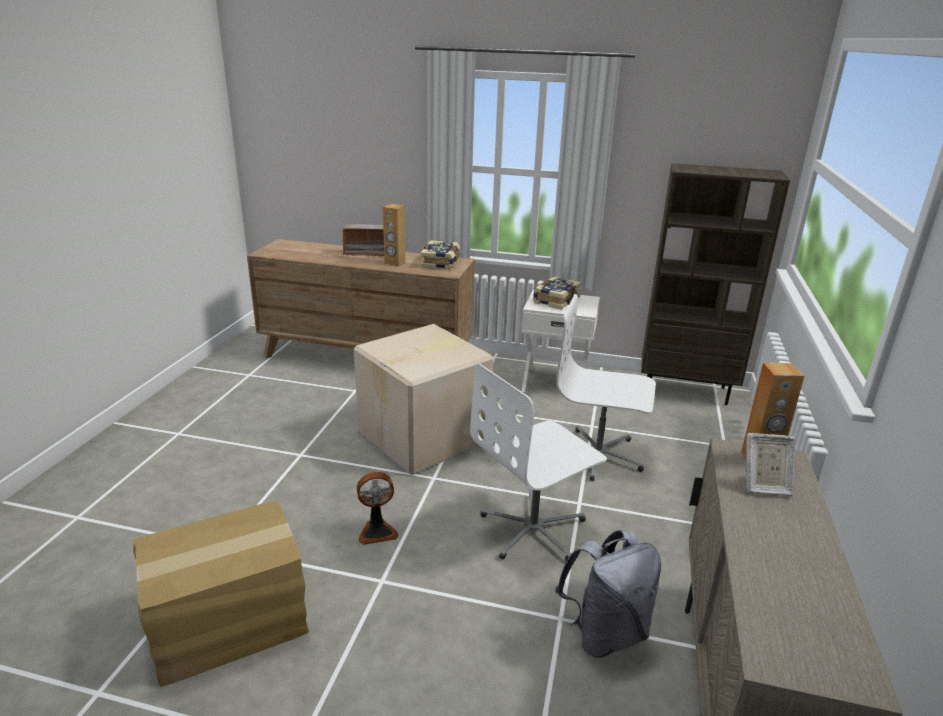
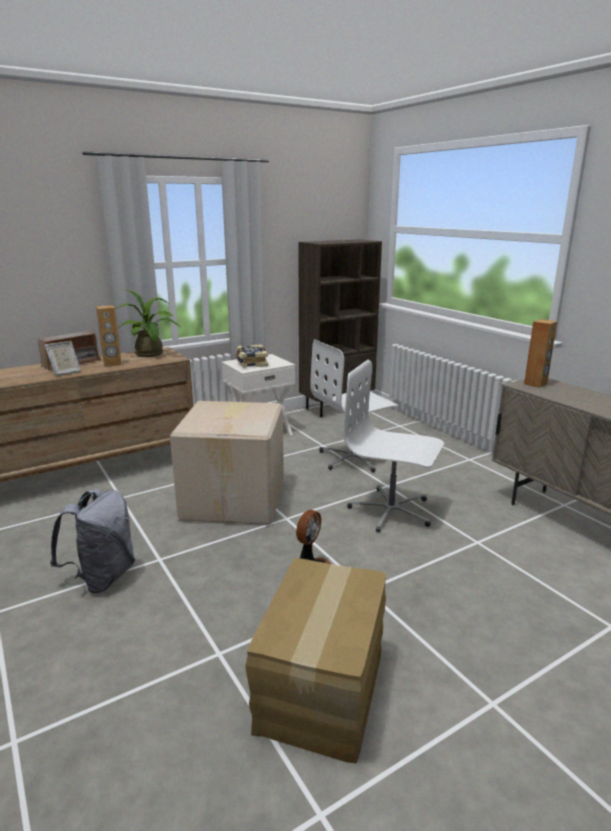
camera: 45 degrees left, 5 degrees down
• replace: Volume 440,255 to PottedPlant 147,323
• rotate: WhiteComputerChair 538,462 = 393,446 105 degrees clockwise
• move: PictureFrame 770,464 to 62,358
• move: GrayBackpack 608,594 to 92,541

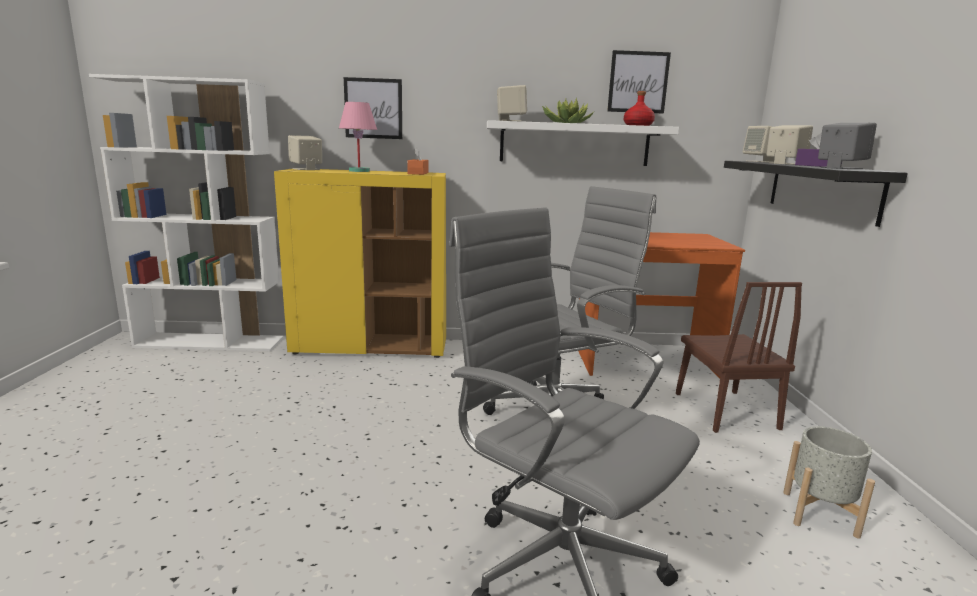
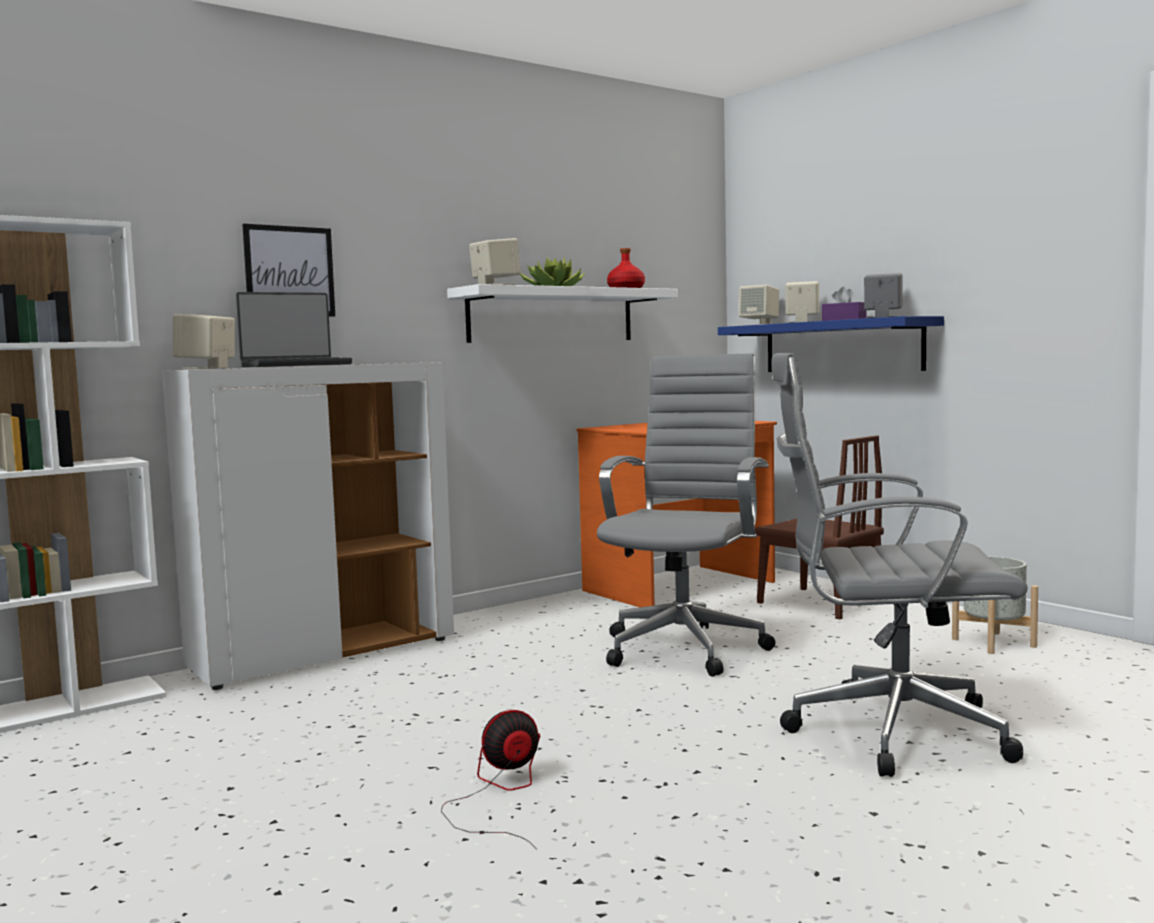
camera: 35 degrees left, 10 degrees down
• delete: WallPicture 639,81
• replace: PinkColouredLampForATable 358,137 to Laptop 294,329
• delete: OrangeyTissueBox 418,161
• recolor: BlackWallShelf 816,194 to BlueColouredWallShelf 831,344
• recolor: YellowishCabinet 360,263 to WhiteCabinet 308,526
• insert: ElectricFan 490,780

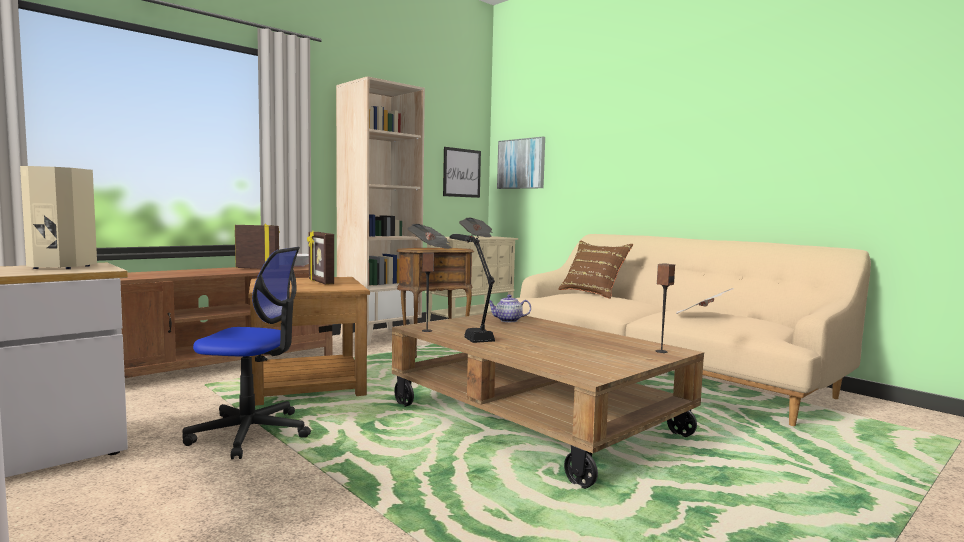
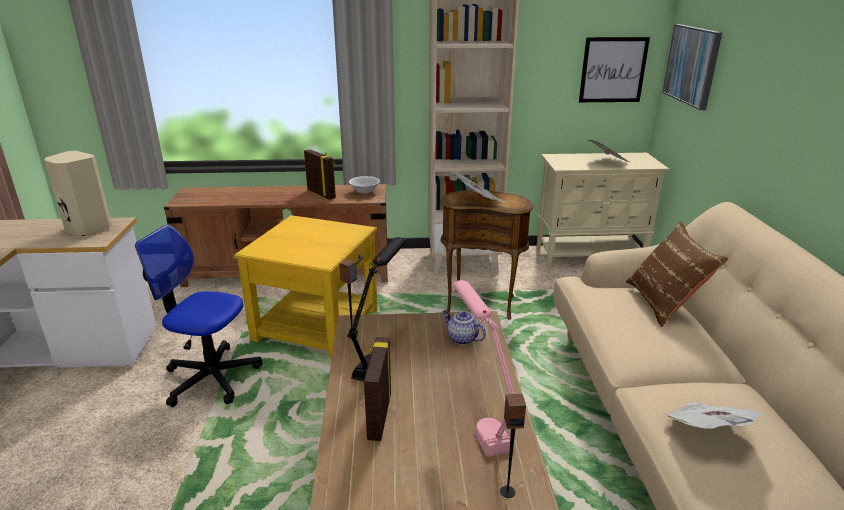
camera: 40 degrees right, 20 degrees up
• move: PictureFrame 320,258 to 377,389
• rotate: ComputerChair 246,353 = 199,316 150 degrees clockwise
• recolor: BrownEndTable 309,341 to YellowishEndTable 305,286
• insert: PinkColouredLampForATable 484,368

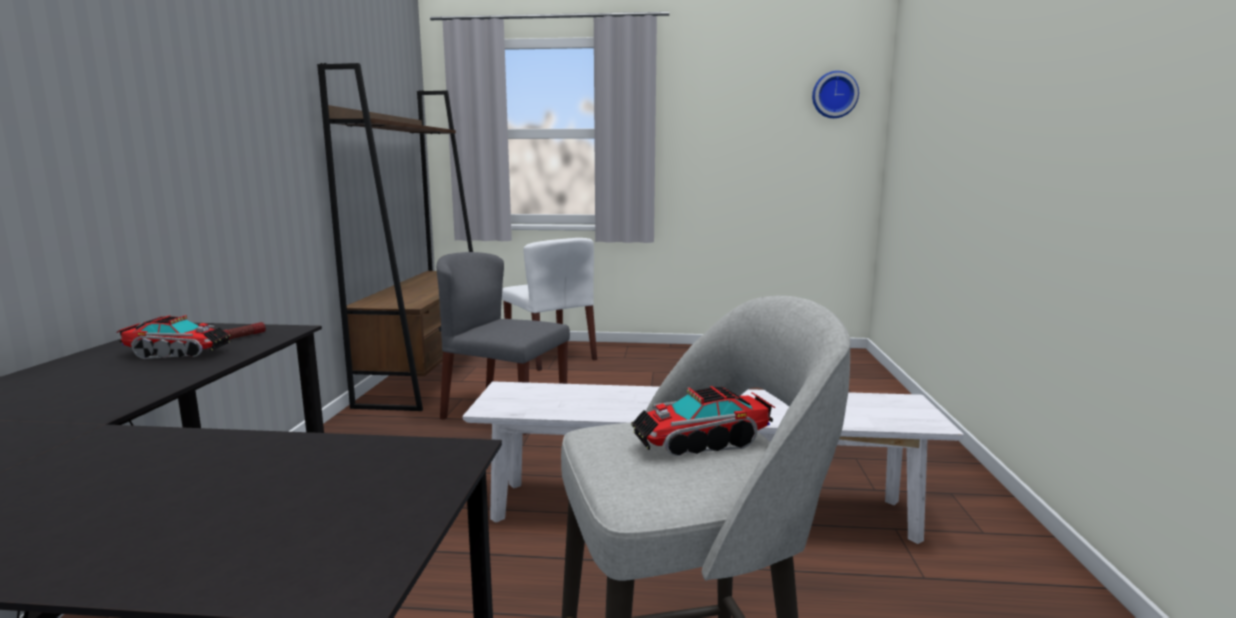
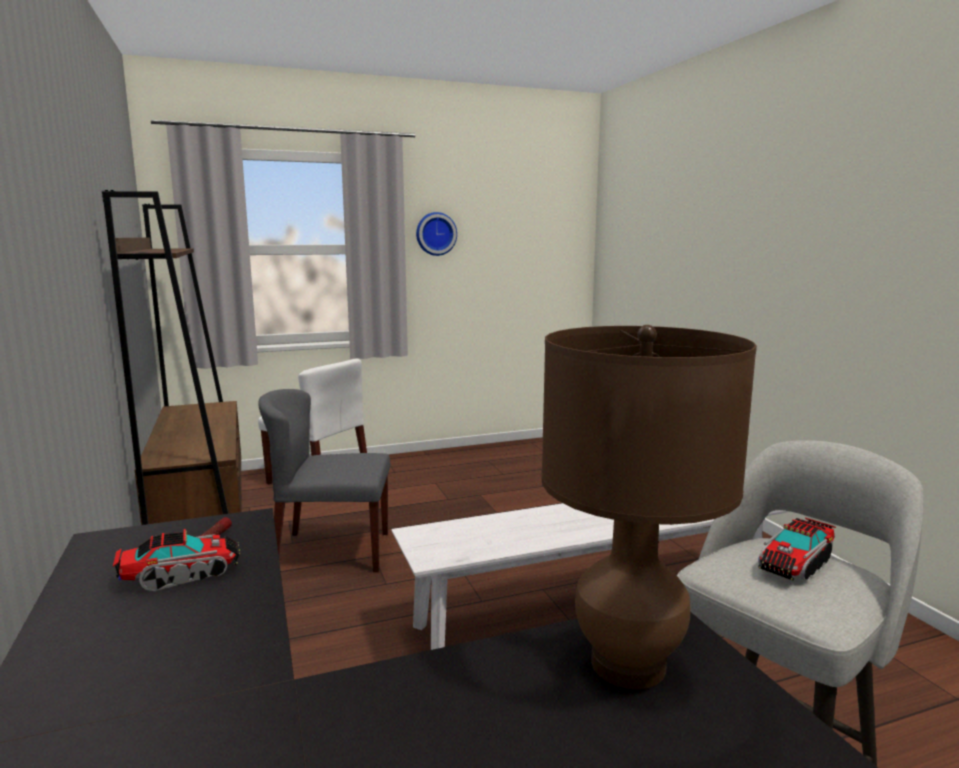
camera: 25 degrees left, 0 degrees up
• move: WallClock 835,94 to 436,234
• insert: BrownLampForATable 649,507

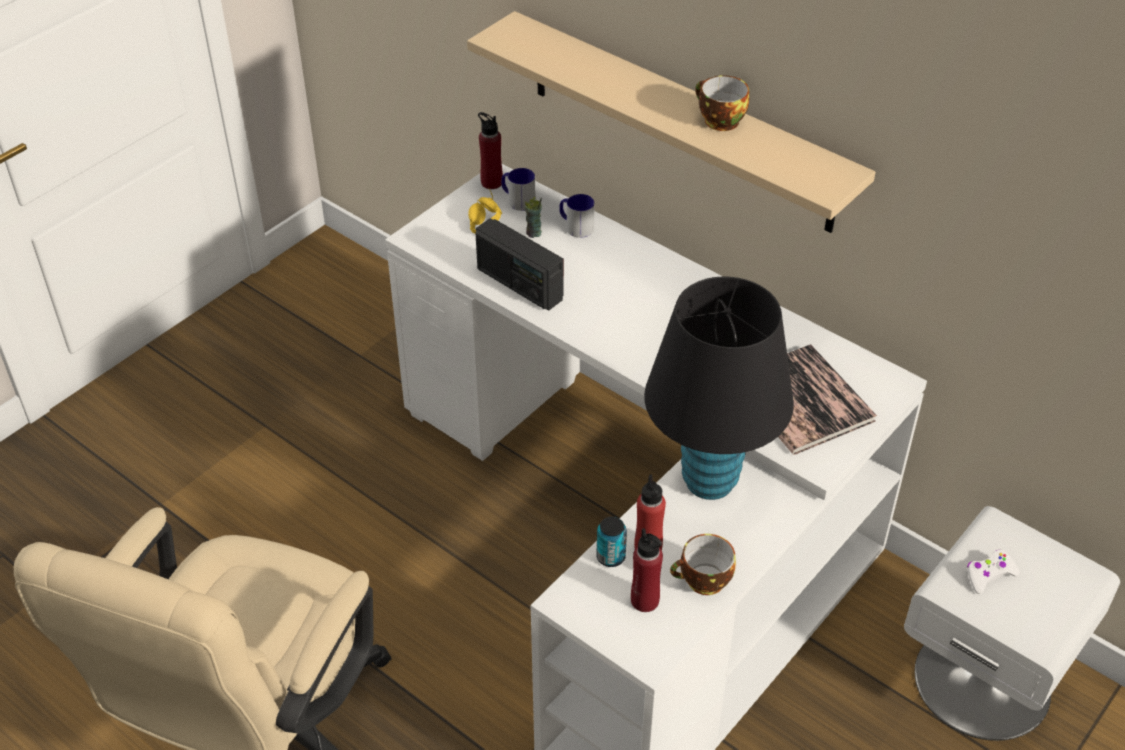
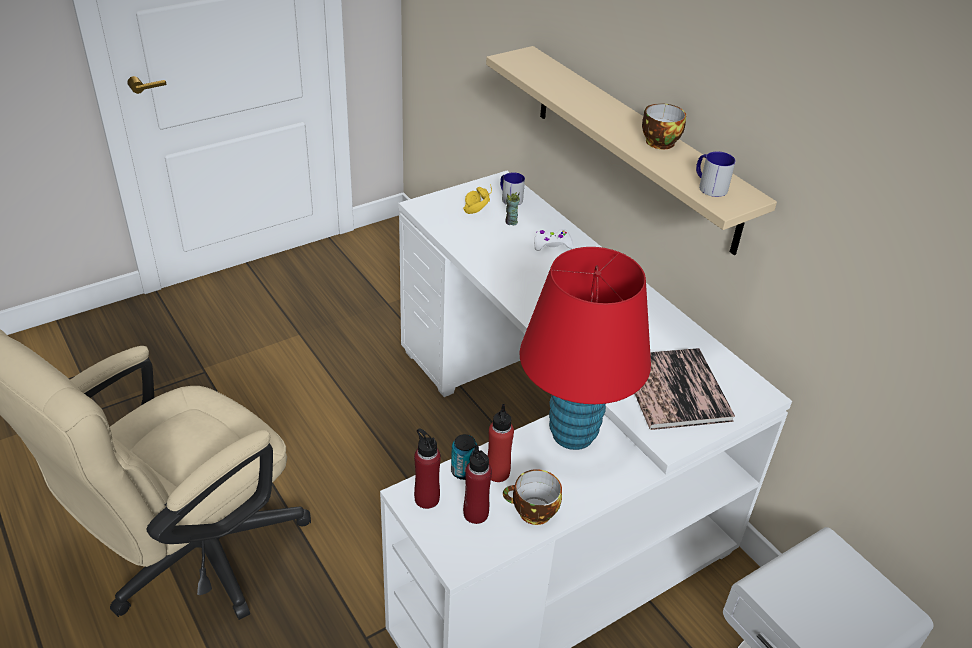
camera: 15 degrees right, 5 degrees down
• move: ReddishDrinkBottle 490,150 to 427,468
• move: Mug 577,216 to 716,174
• delete: Radio 519,264
• recolor: BlackLampForATable 719,388 to ReddishLampForATable 585,348
• move: WhiteGameController 993,572 to 554,240

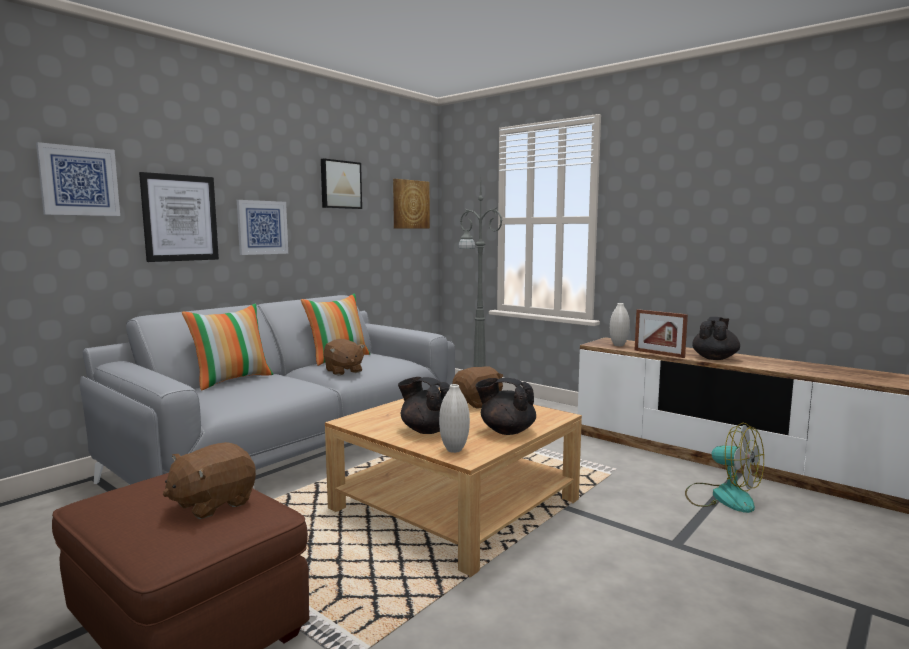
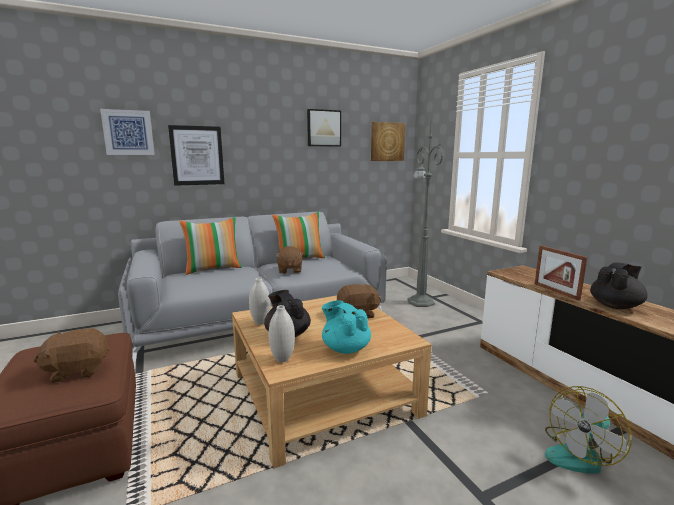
camera: 25 degrees right, 5 degrees up
• delete: WallPicture 262,227
• move: WhiteVase 620,324 to 260,301
• recolor: BlackTeapot 506,406 to BlueGreenTeapot 346,327
• rotate: ElectricFan 724,468 = 588,429 75 degrees clockwise

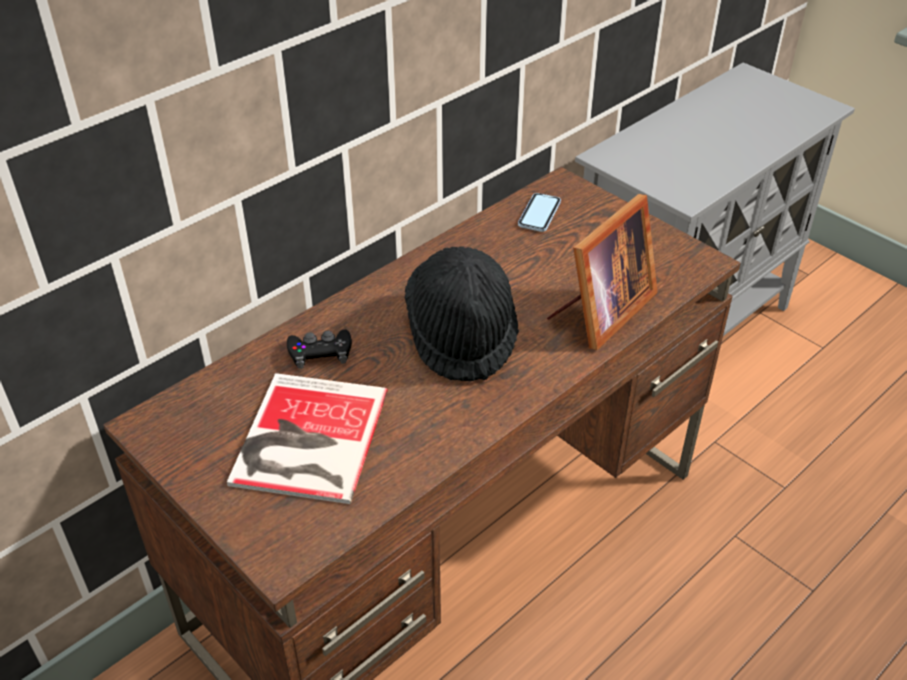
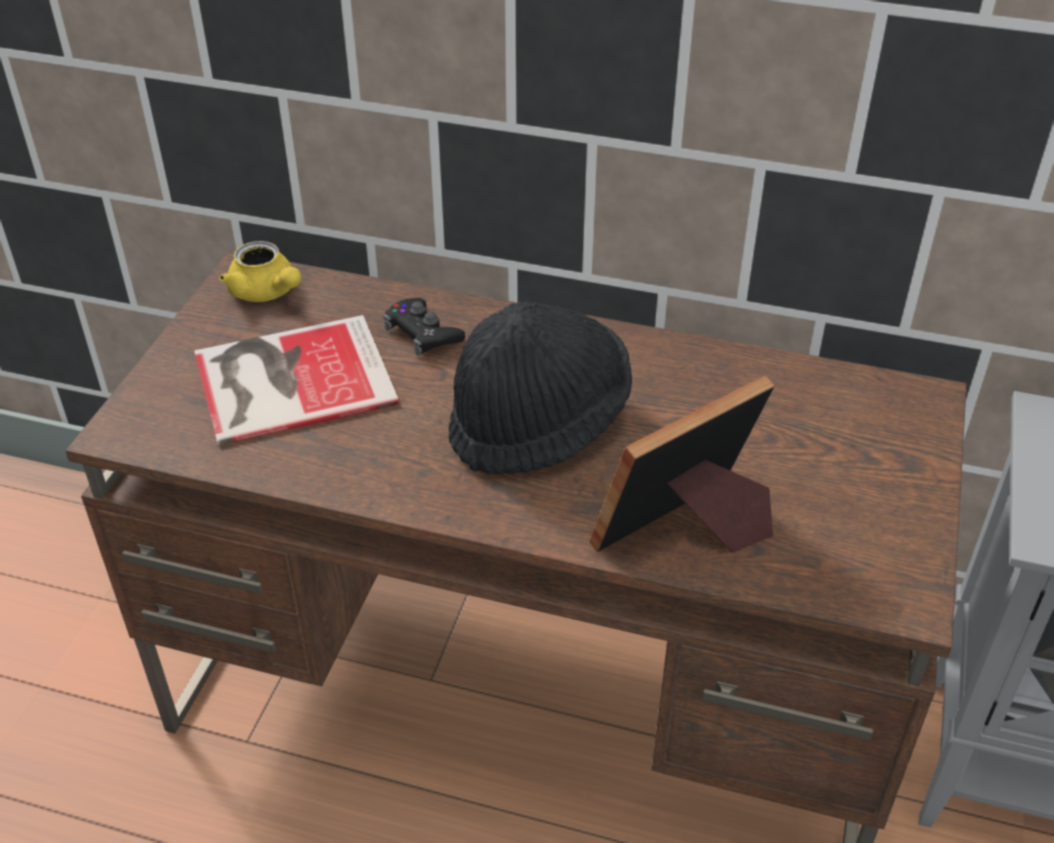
camera: 60 degrees right, 0 degrees up
• delete: Handset 539,212
• rotate: PictureFrame 602,272 = 682,464 135 degrees clockwise
• insert: YellowishTeapot 260,271

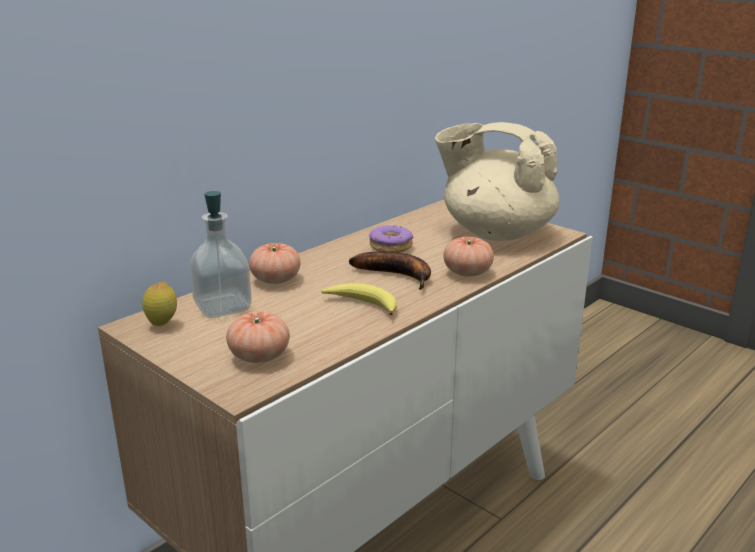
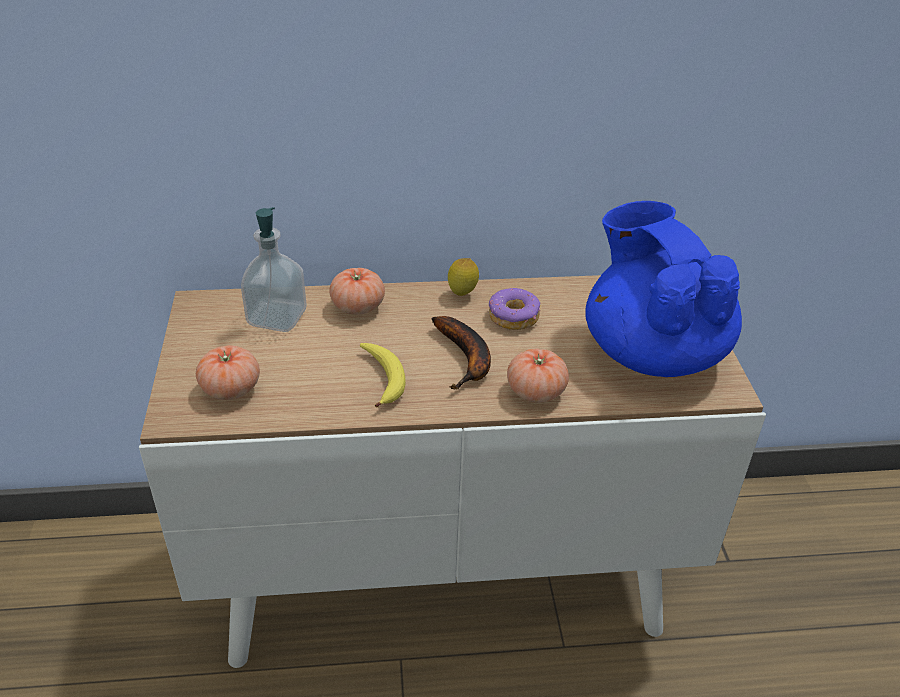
camera: 40 degrees right, 15 degrees up
• recolor: BeigeColouredTeapot 497,181 to BlueColouredTeapot 663,289
• move: WholeLemon 159,303 to 463,277

